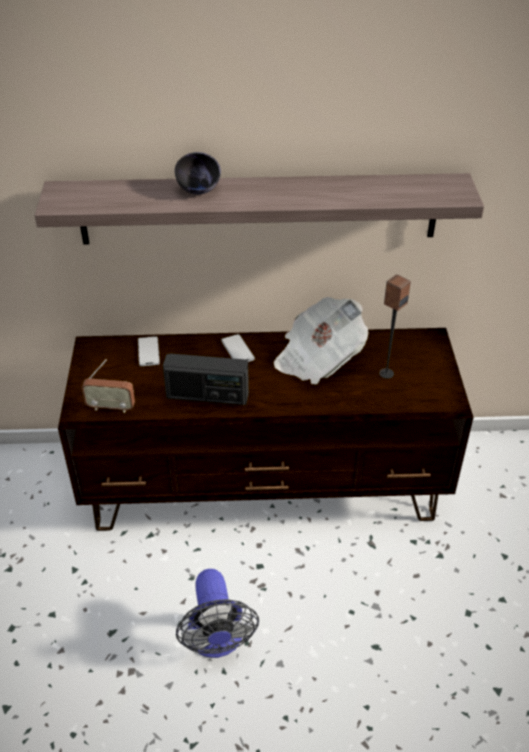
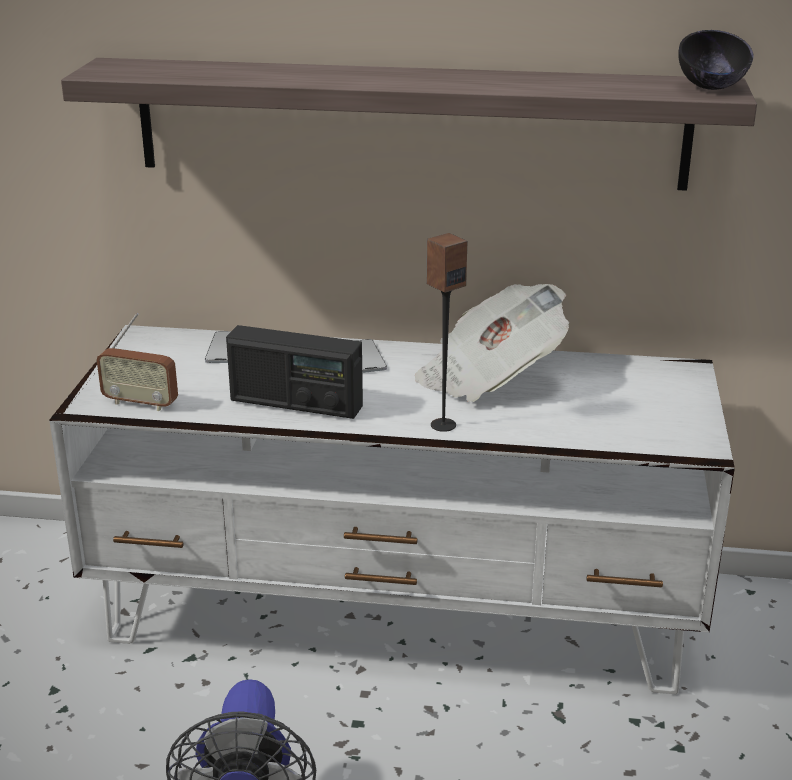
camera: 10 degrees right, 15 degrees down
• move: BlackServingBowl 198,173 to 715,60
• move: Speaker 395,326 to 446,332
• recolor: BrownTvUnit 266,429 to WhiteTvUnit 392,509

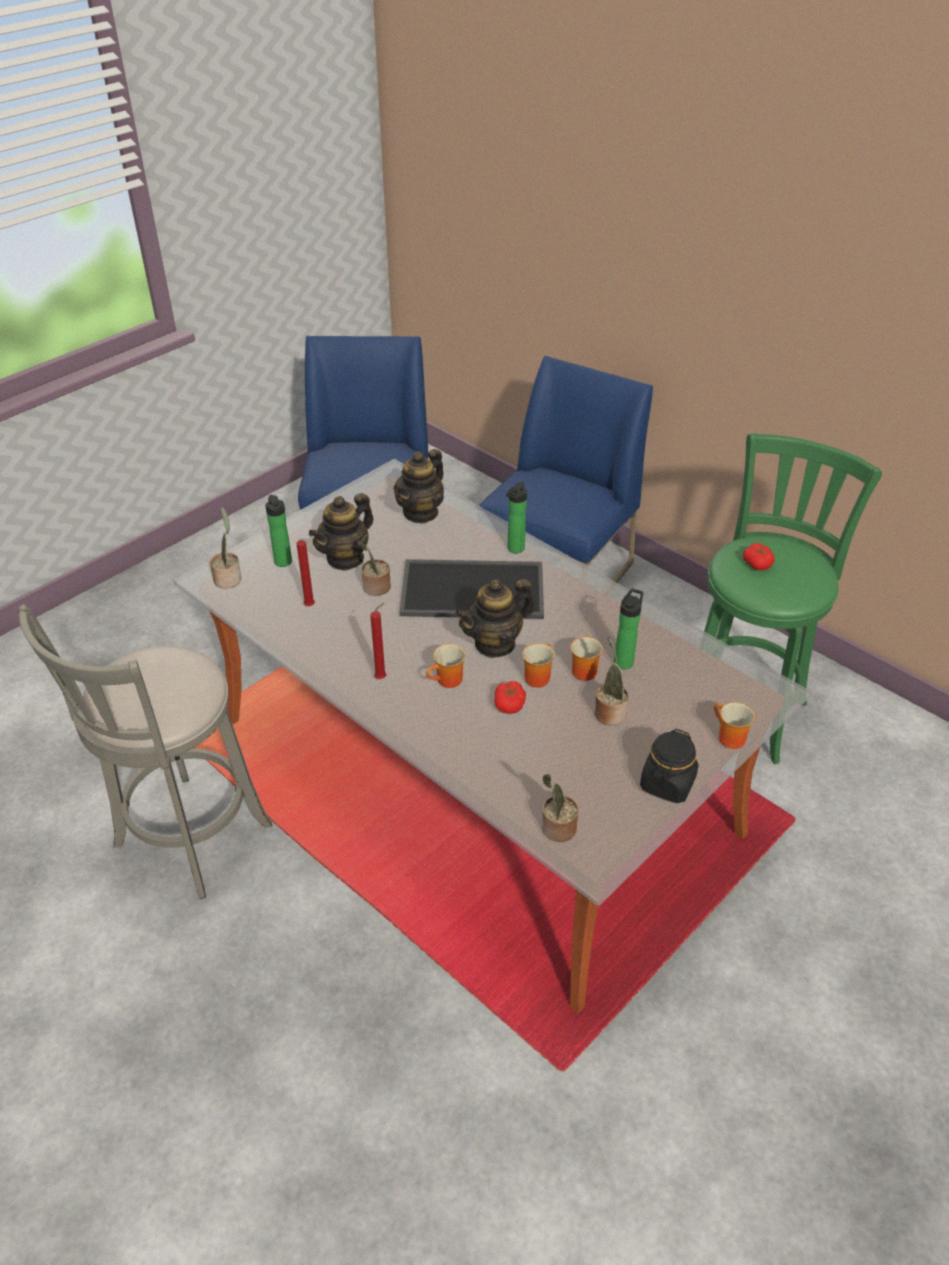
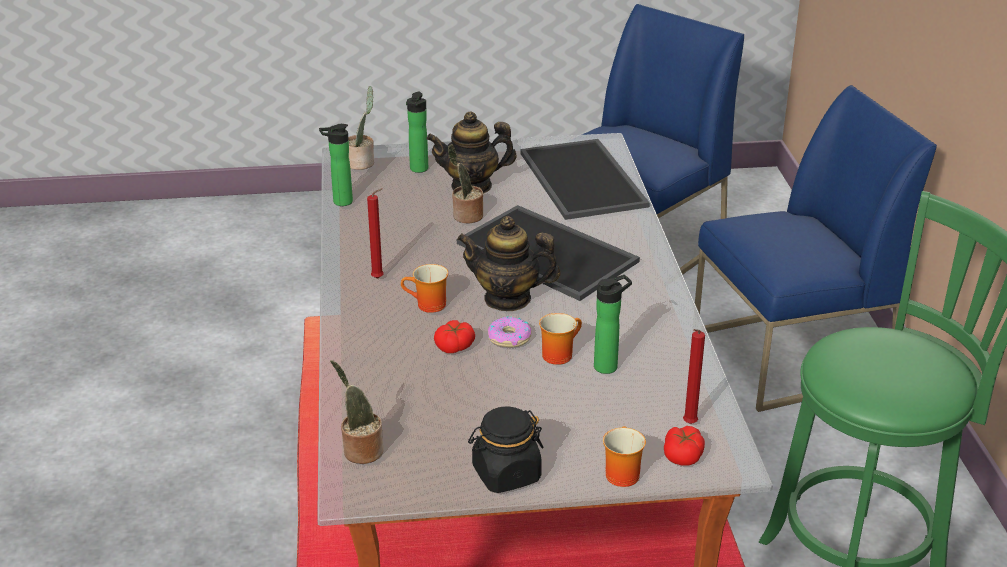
camera: 40 degrees right, 10 degrees down
• replace: Teapot 418,486 to CarryingTray 585,179
• move: DrinkBottle 516,517 to 336,165
• move: ReddishCandle 305,573 to 694,376
• move: WholeTomato 759,556 to 684,446
• delete: GraySittingStool 145,751
• delete: PottedPlant 612,681
• replace: Mug 538,665 to Donut 510,331

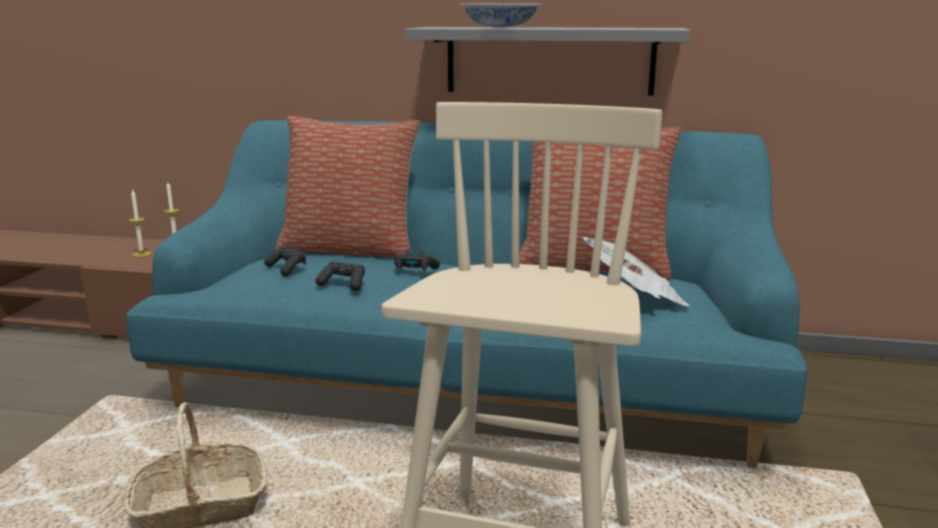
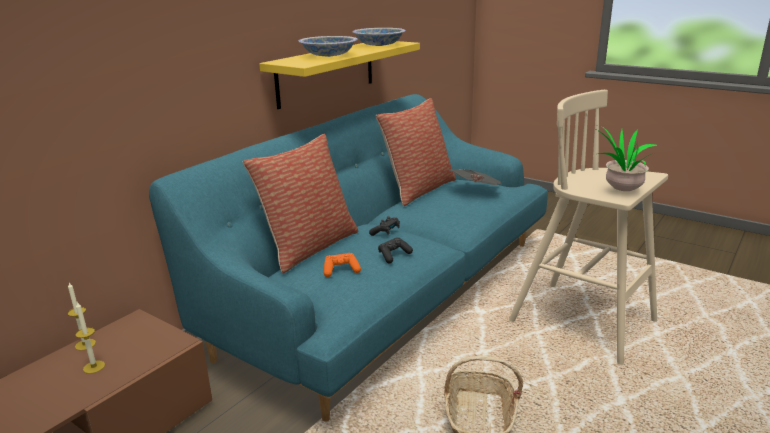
camera: 65 degrees left, 5 degrees up
• recolor: GrayWallShelf 547,61 to YellowishWallShelf 339,75
• recolor: BlackGameController 285,261 to OrangeyGameController 342,265
• insert: ServingBowl 379,37
• insert: PottedPlant 629,159

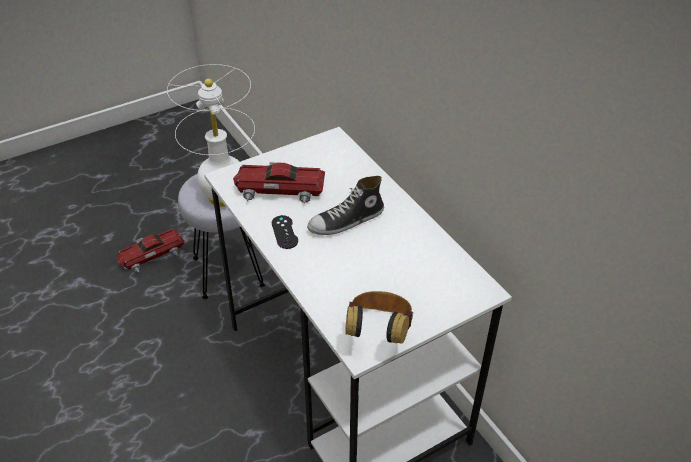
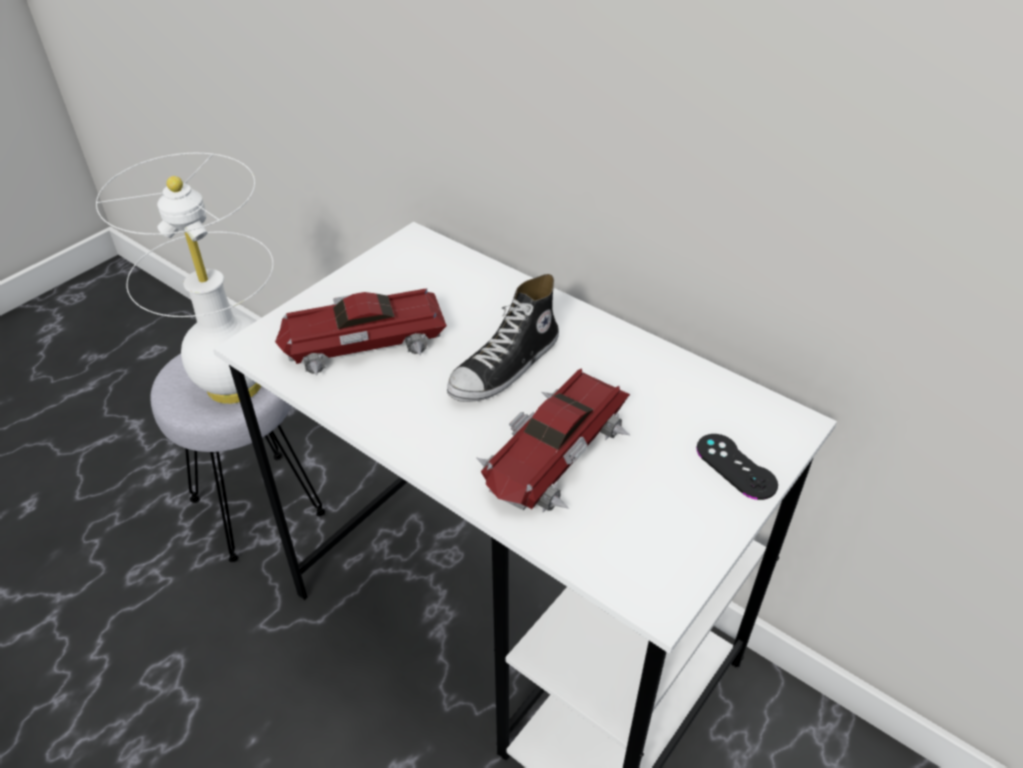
camera: 20 degrees left, 0 degrees up
• move: BlackGameController 285,232 to 737,467
• move: ModelCar 151,250 to 554,440
• delete: PairOfHeadphones 379,317

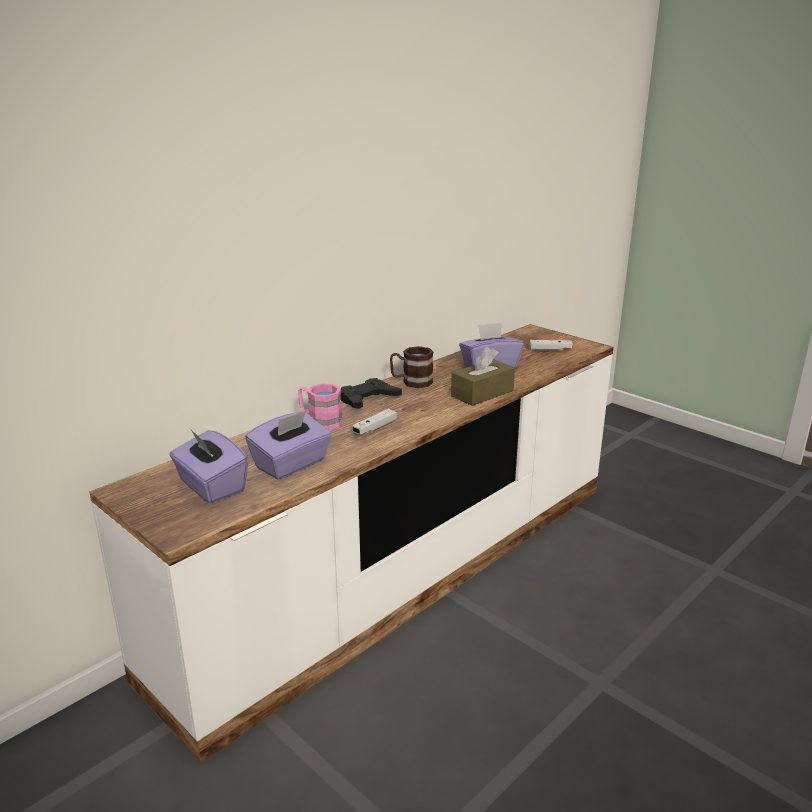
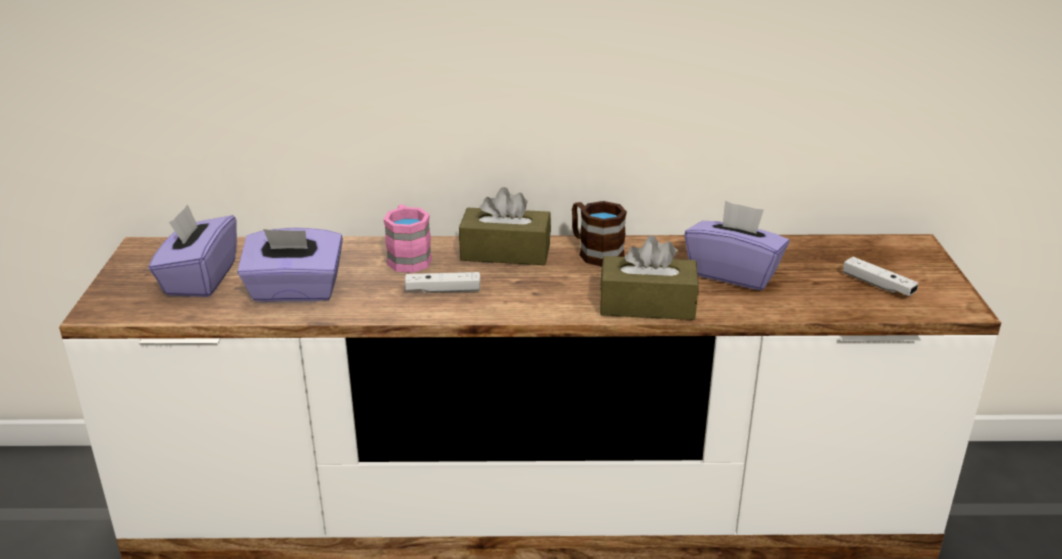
camera: 45 degrees right, 5 degrees up
• replace: BlackGameController 371,393 to BrownTissueBox 505,226

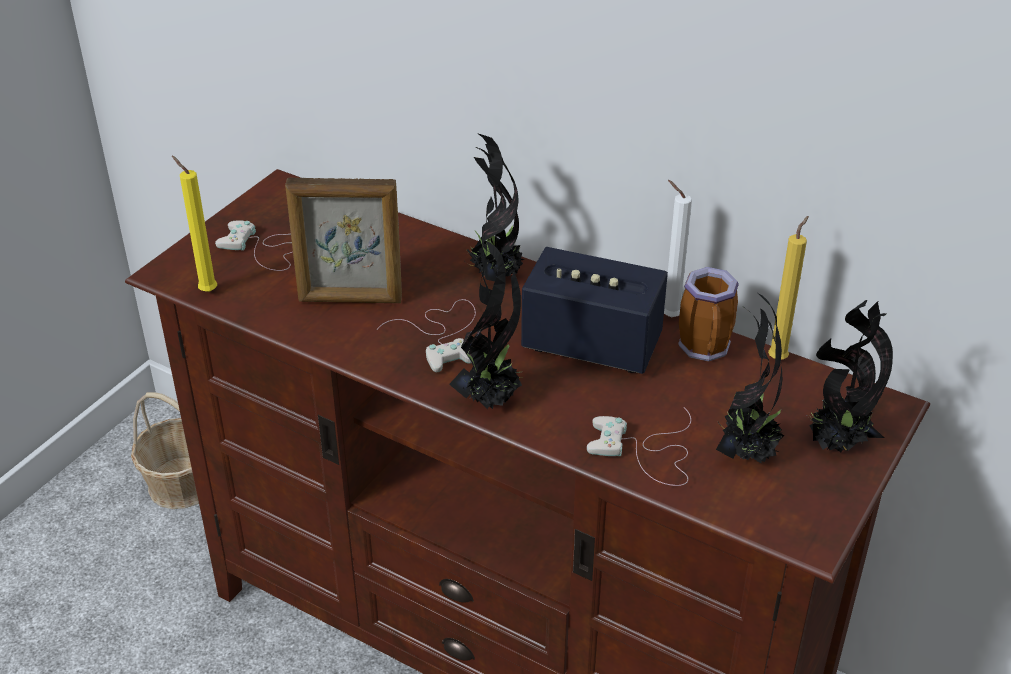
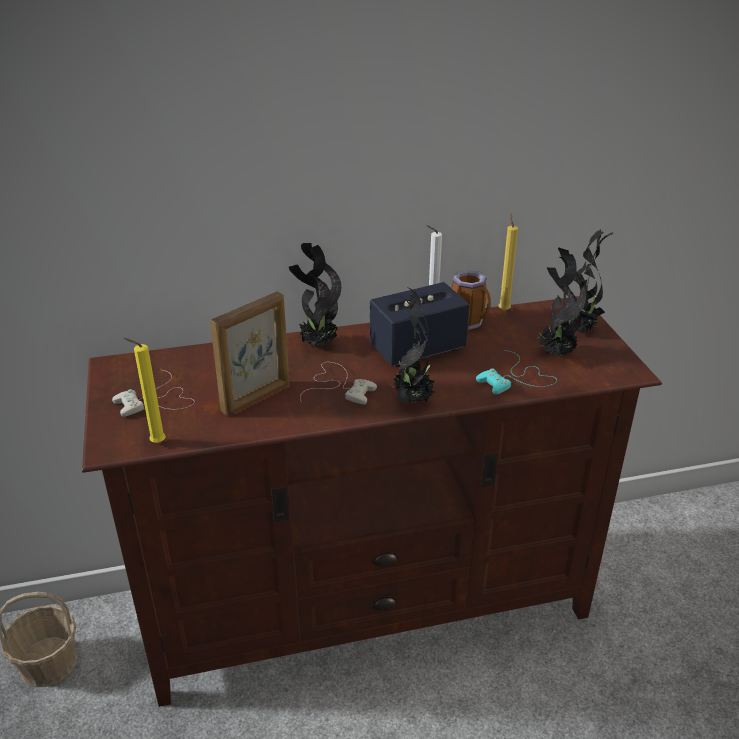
camera: 45 degrees left, 5 degrees down
• recolor: WhiteGameController 639,446 to BlueGreenGameController 516,372

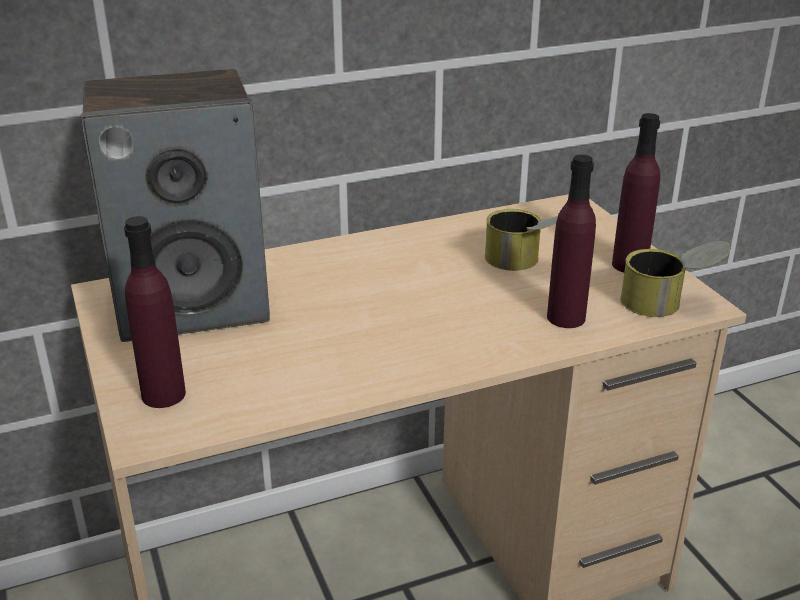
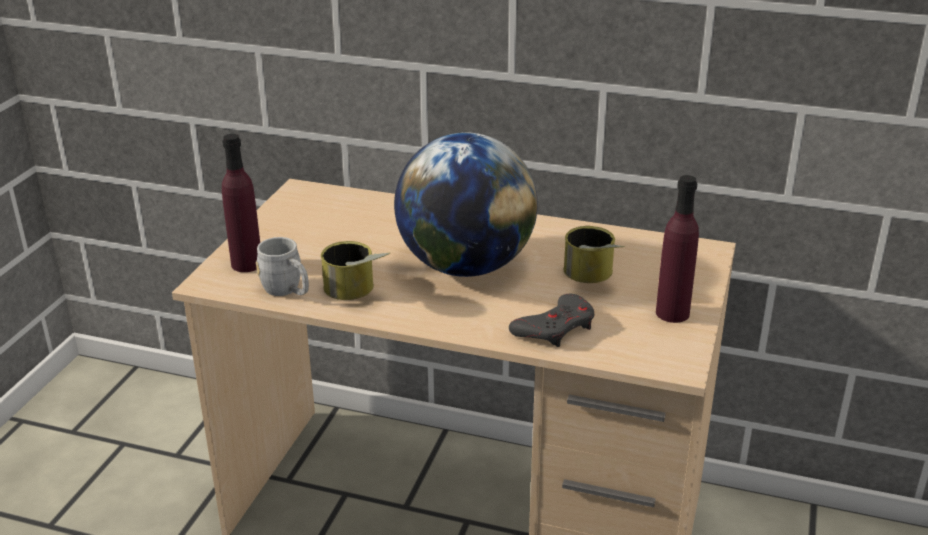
camera: 40 degrees right, 0 degrees up
• delete: Speaker 175,205
• replace: PurpleDrinkBottle 571,241 to GrayGameController 552,320
• move: Can 675,279 to 355,270
• insert: DeskGlobe 466,204
• insert: GrayMug 282,266

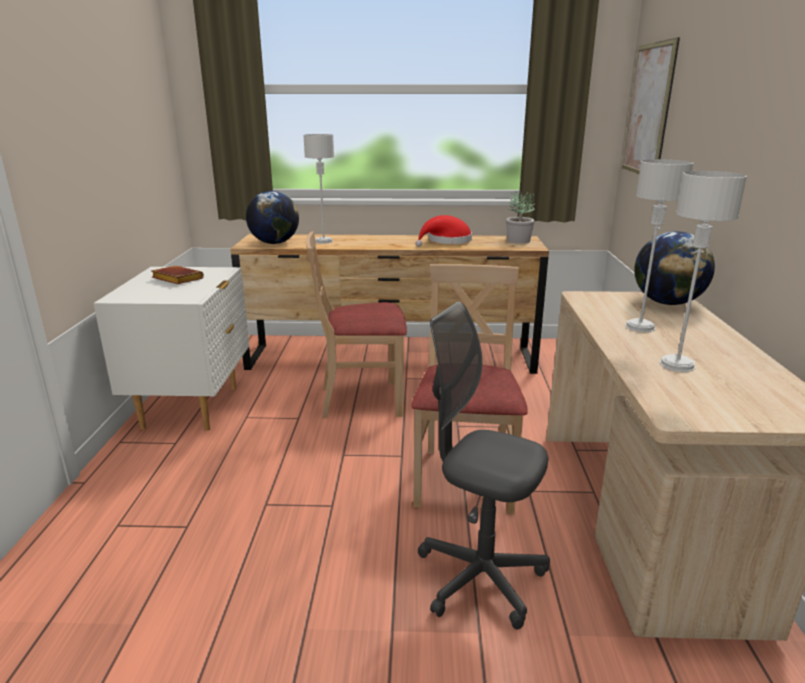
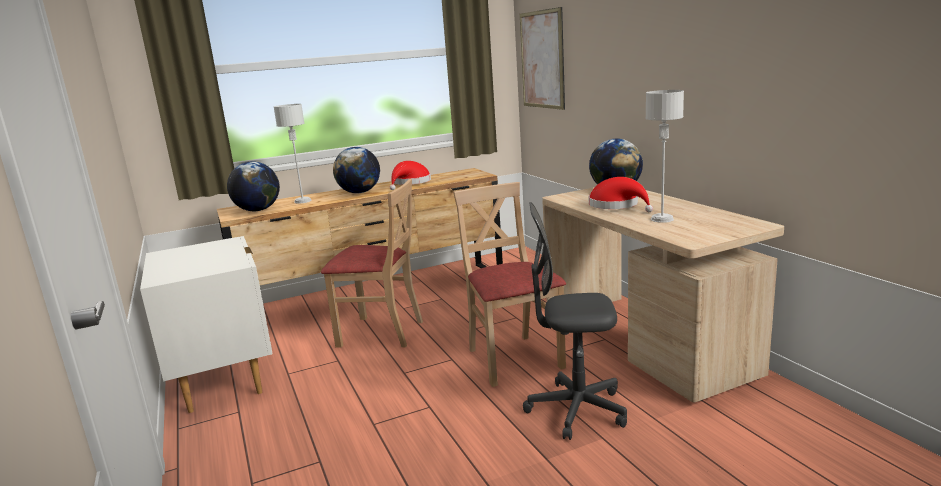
camera: 25 degrees left, 5 degrees down
• replace: GrayLampForATable 659,245 to ReddishHat 621,194
• delete: PottedPlant 520,217
• rotate: BeigeColouredPlainChair 356,324 = 372,263 135 degrees counterclockwise
• delete: BrownVolume 177,275
• insert: DeskGlobe 356,170

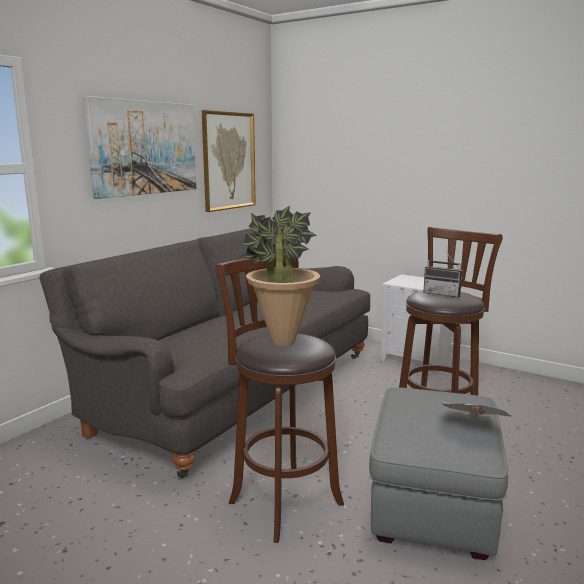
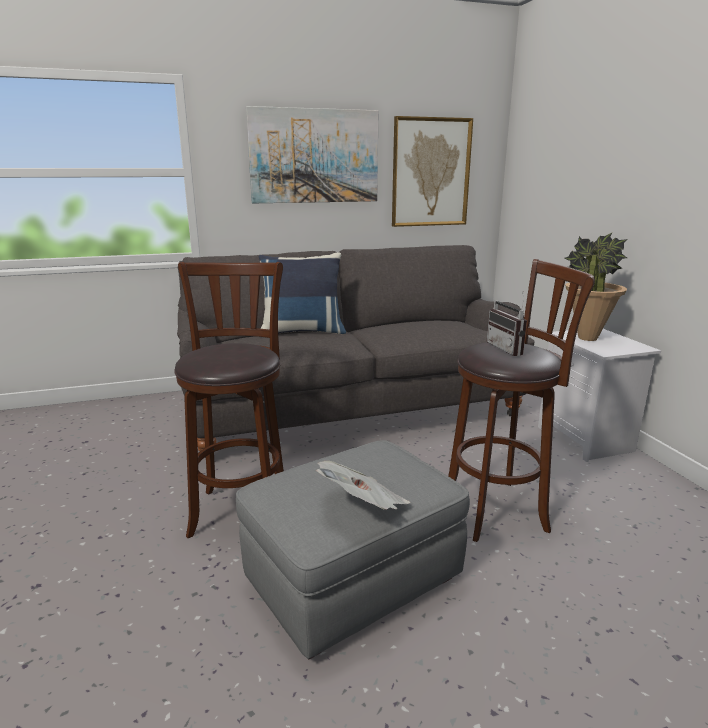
camera: 40 degrees right, 5 degrees up
• move: PottedPlant 279,276 to 596,287
• insert: BlueColouredThrowPillow 302,293

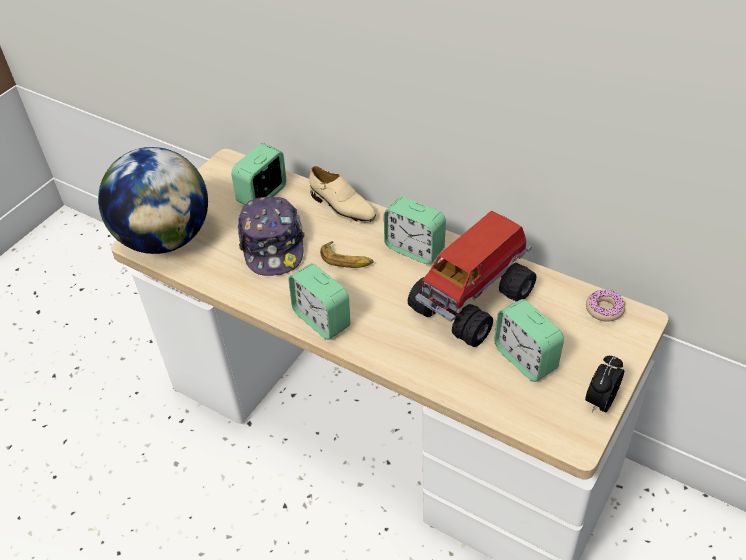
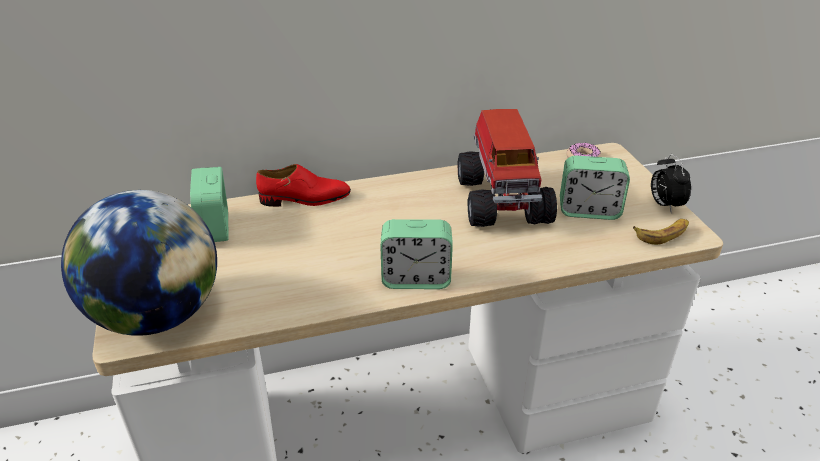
camera: 50 degrees left, 10 degrees down
• recolor: BeigeColouredShoe 342,194 to ReddishShoe 303,185
• delete: BaseballCap 271,236
• delete: AlarmClock 415,230
• move: WholeBanana 347,254 to 661,232

